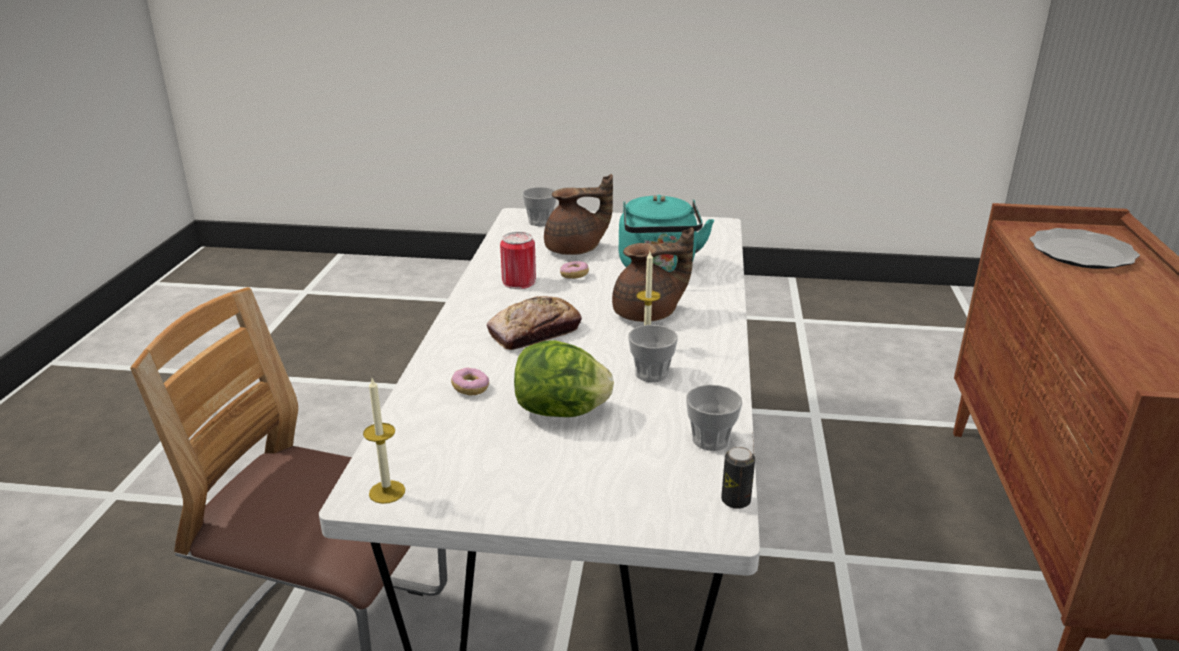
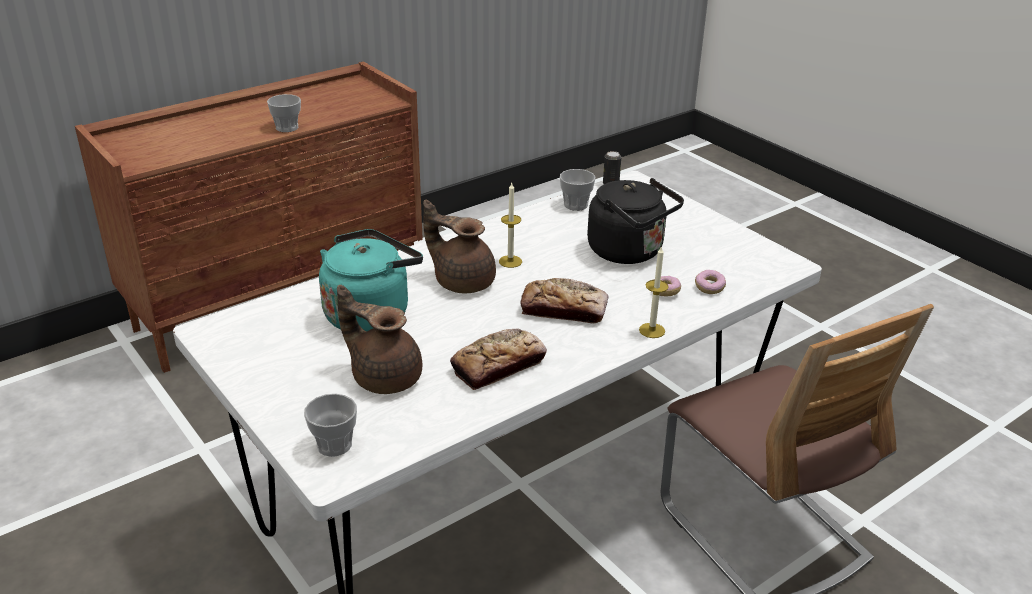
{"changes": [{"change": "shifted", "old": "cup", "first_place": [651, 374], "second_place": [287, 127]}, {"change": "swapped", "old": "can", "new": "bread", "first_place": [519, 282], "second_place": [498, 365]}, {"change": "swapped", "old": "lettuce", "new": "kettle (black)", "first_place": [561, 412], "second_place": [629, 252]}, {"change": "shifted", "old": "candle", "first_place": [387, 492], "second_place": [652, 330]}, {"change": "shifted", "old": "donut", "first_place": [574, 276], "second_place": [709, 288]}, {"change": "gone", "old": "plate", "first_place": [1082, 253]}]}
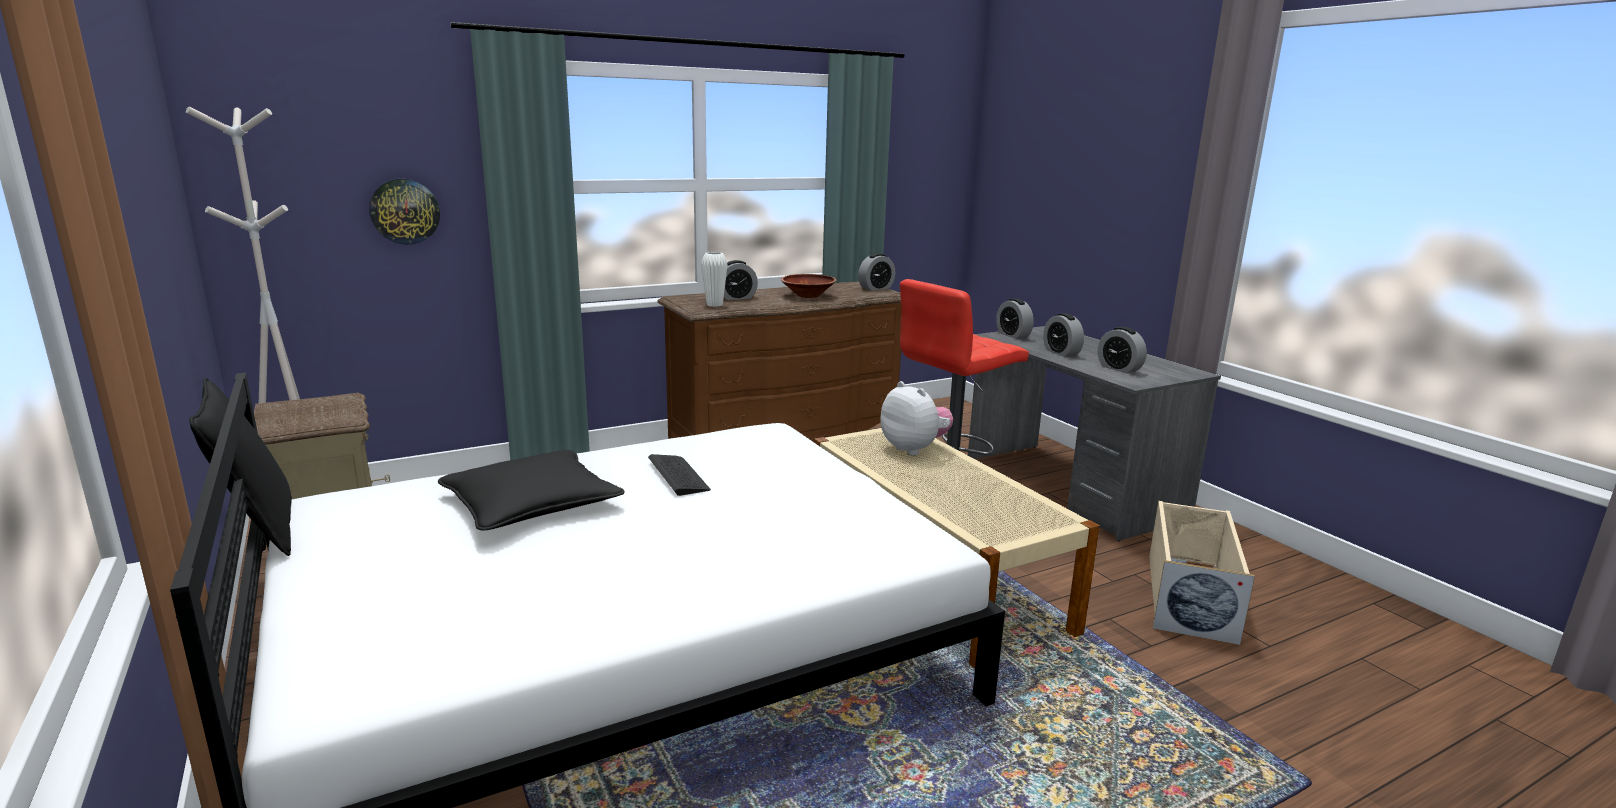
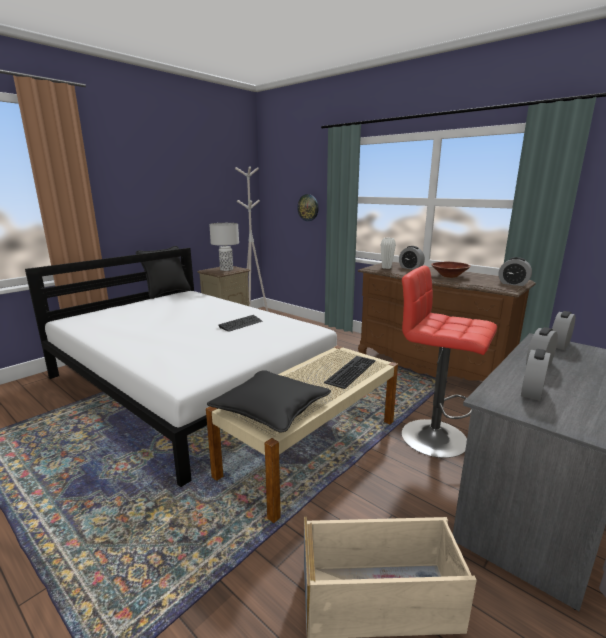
{"changes": [{"change": "shifted", "old": "pillow (black)", "first_place": [531, 502], "second_place": [271, 407]}, {"change": "new", "new": "table lamp (white)", "second_place": [226, 269]}, {"change": "swapped", "old": "plush toy", "new": "keyboard", "first_place": [914, 449], "second_place": [350, 370]}]}
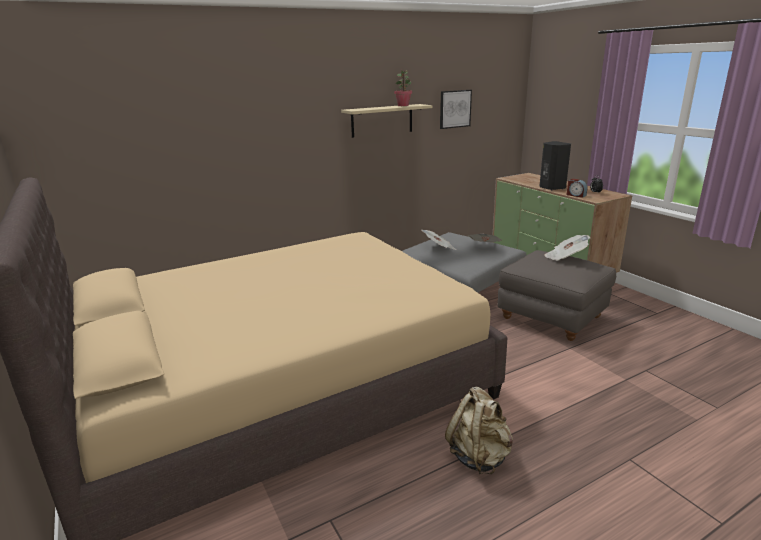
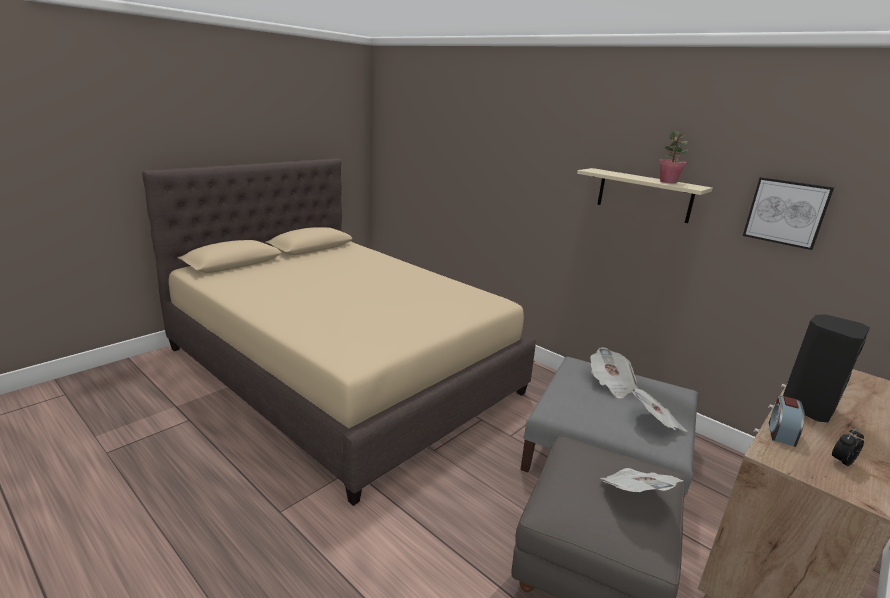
{"changes": [{"change": "gone", "old": "backpack (beige)", "first_place": [479, 456]}]}
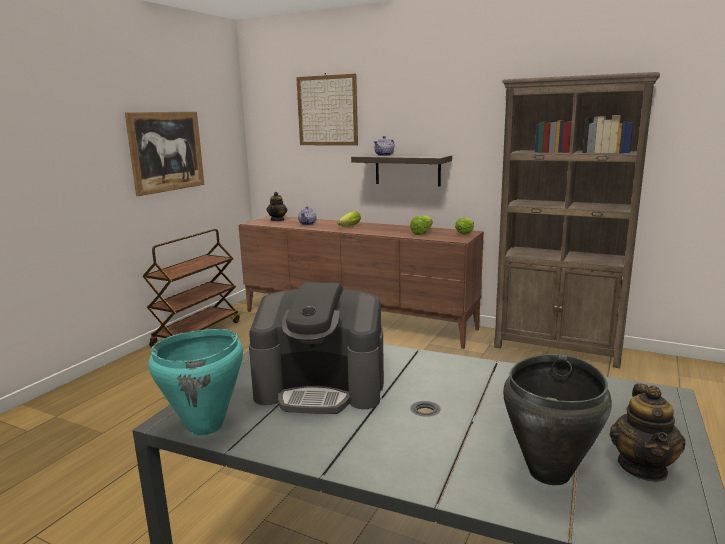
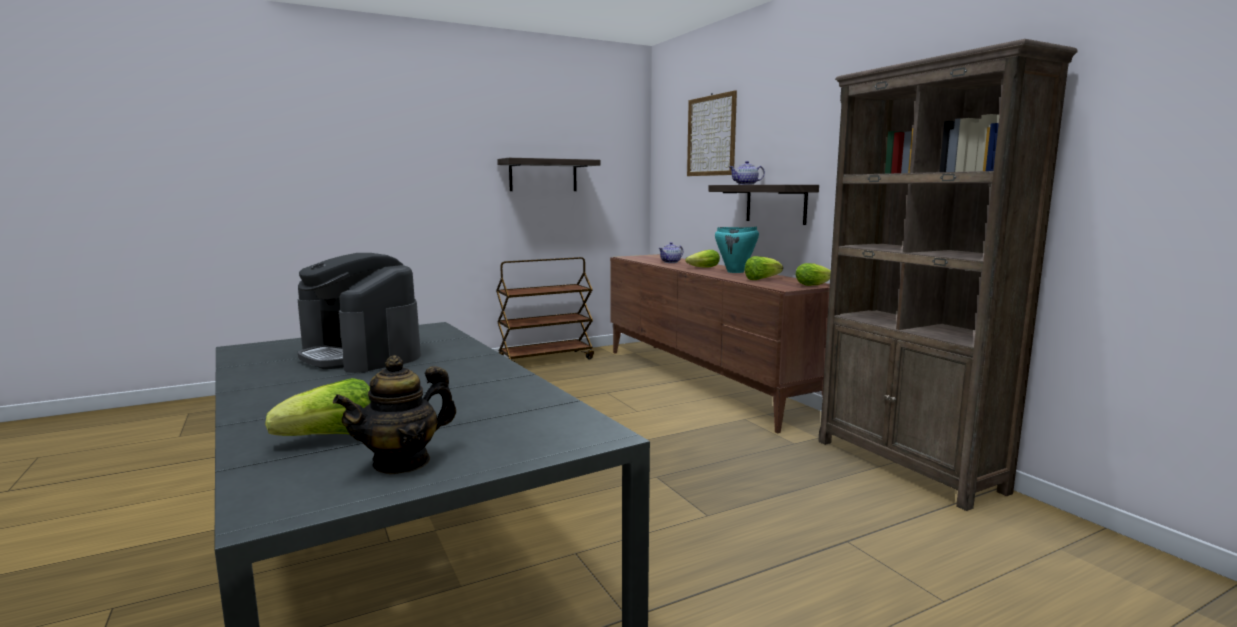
{"changes": [{"change": "swapped", "old": "cooking pot (black)", "new": "lettuce", "first_place": [550, 472], "second_place": [332, 438]}, {"change": "swapped", "old": "picture", "new": "shelf", "first_place": [166, 151], "second_place": [543, 175]}, {"change": "shifted", "old": "cooking pot (turquoise)", "first_place": [206, 426], "second_place": [735, 272]}, {"change": "gone", "old": "teapot", "first_place": [278, 220]}]}
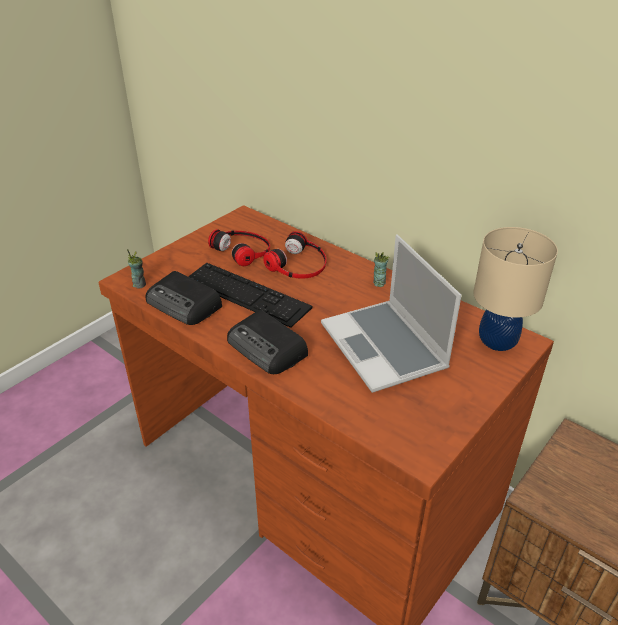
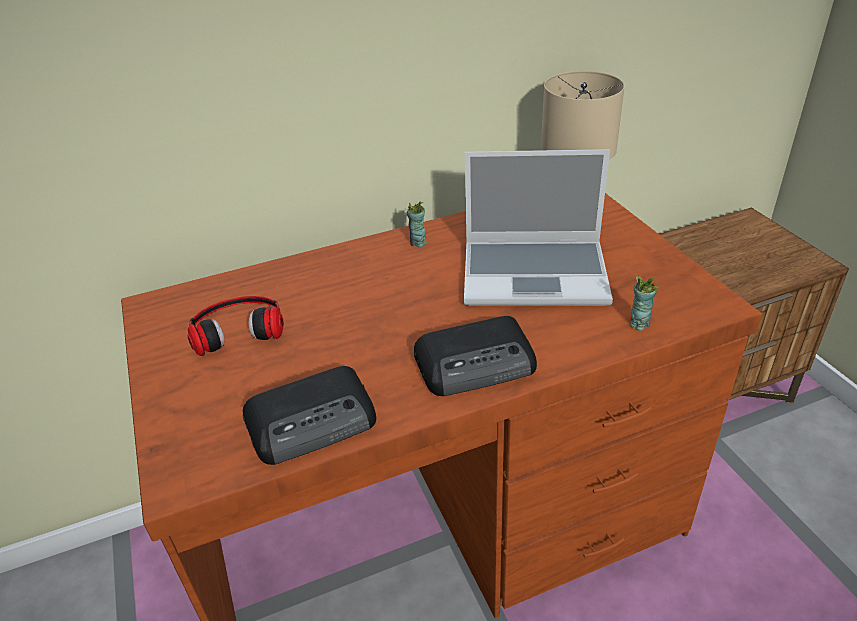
{"changes": [{"change": "shifted", "old": "cup", "first_place": [139, 284], "second_place": [639, 323]}, {"change": "gone", "old": "keyboard", "first_place": [246, 294]}, {"change": "gone", "old": "headphones", "first_place": [298, 264]}]}
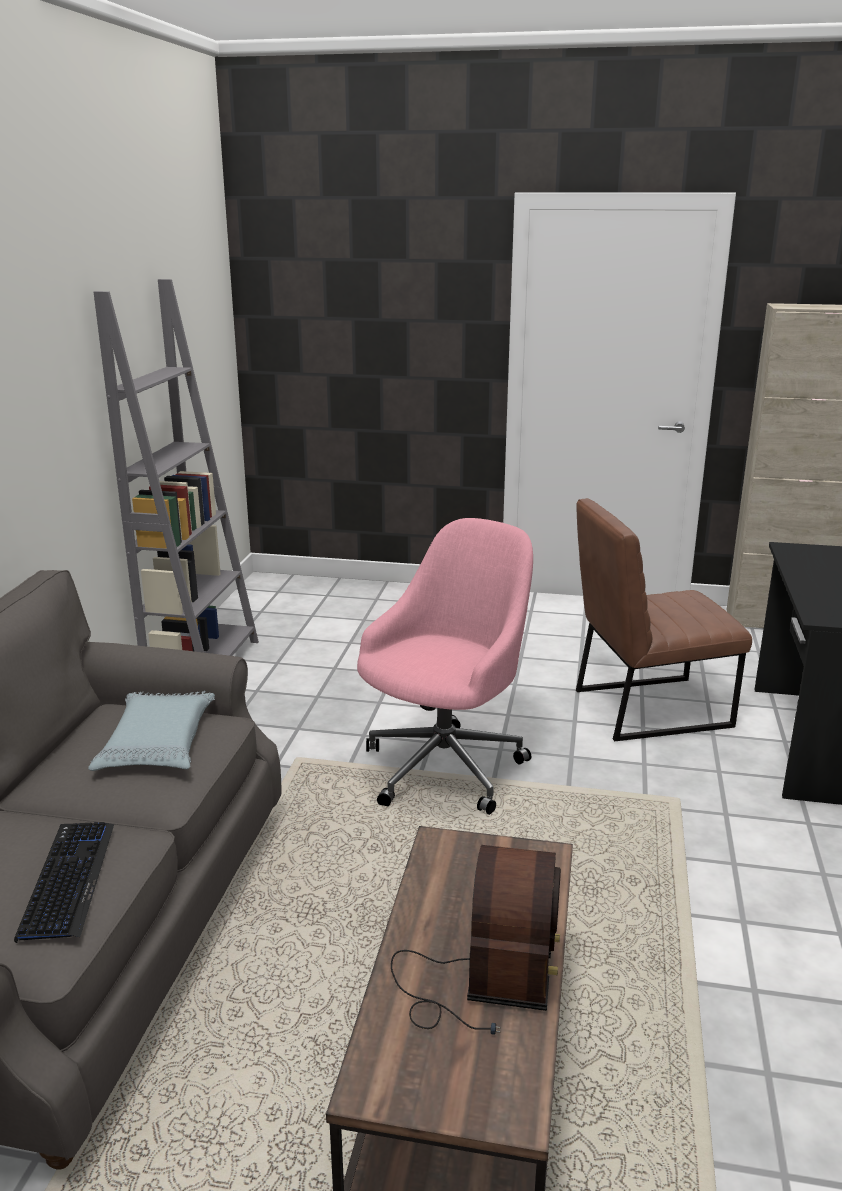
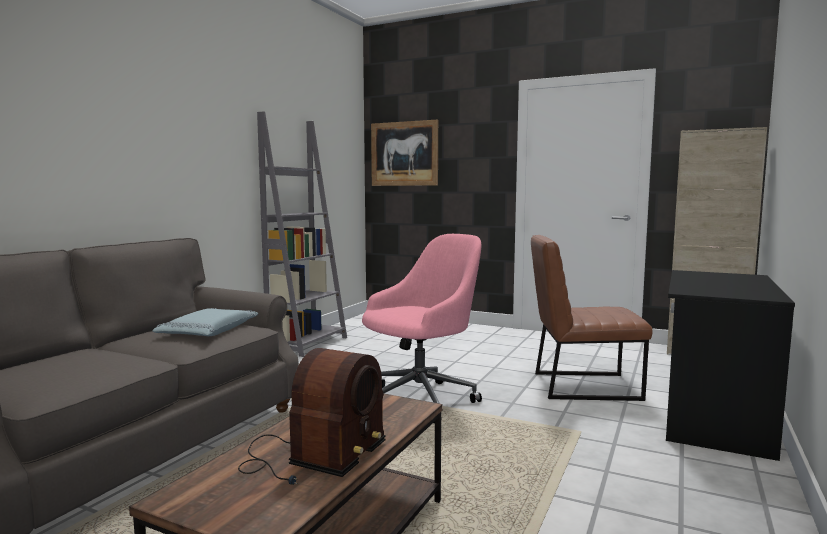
{"changes": [{"change": "new", "new": "picture", "second_place": [404, 154]}, {"change": "gone", "old": "keyboard", "first_place": [68, 880]}]}
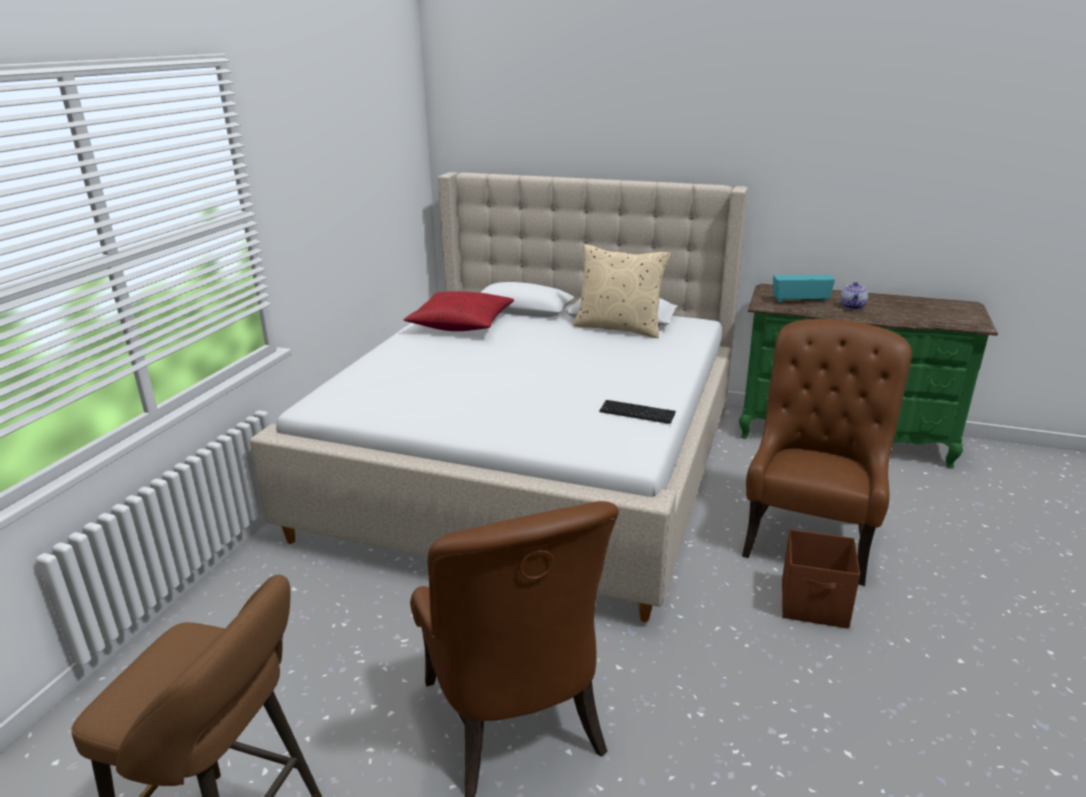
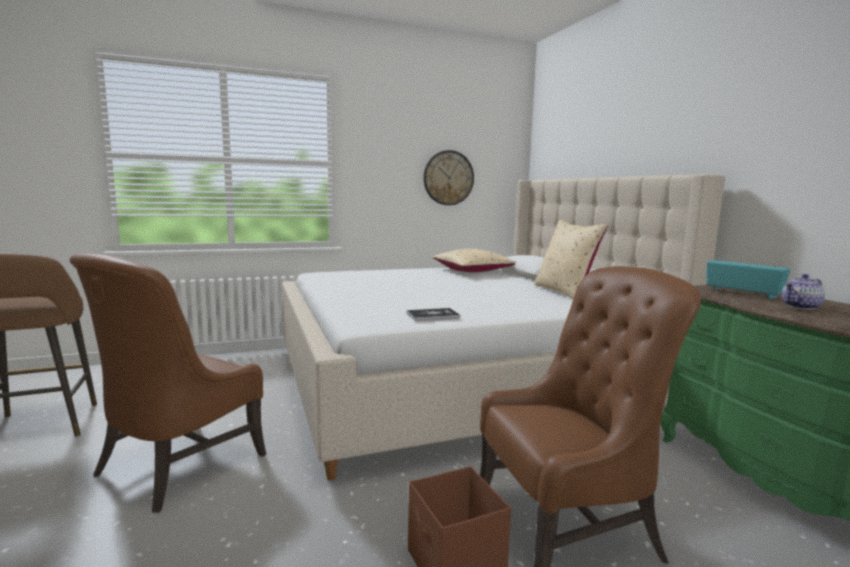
{"changes": [{"change": "swapped", "old": "keyboard", "new": "book", "first_place": [637, 413], "second_place": [433, 316]}, {"change": "new", "new": "wall clock", "second_place": [448, 178]}, {"change": "repainted", "old": "pillow (red)", "new": "pillow (beige)", "first_place": [461, 324], "second_place": [472, 271]}]}
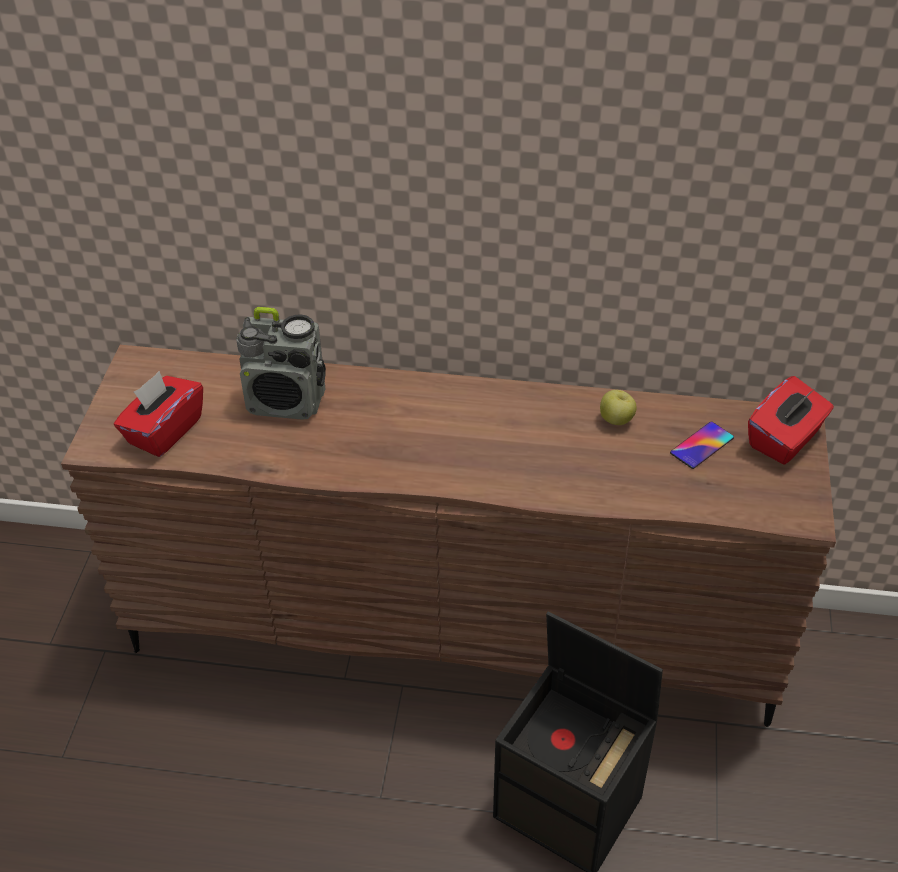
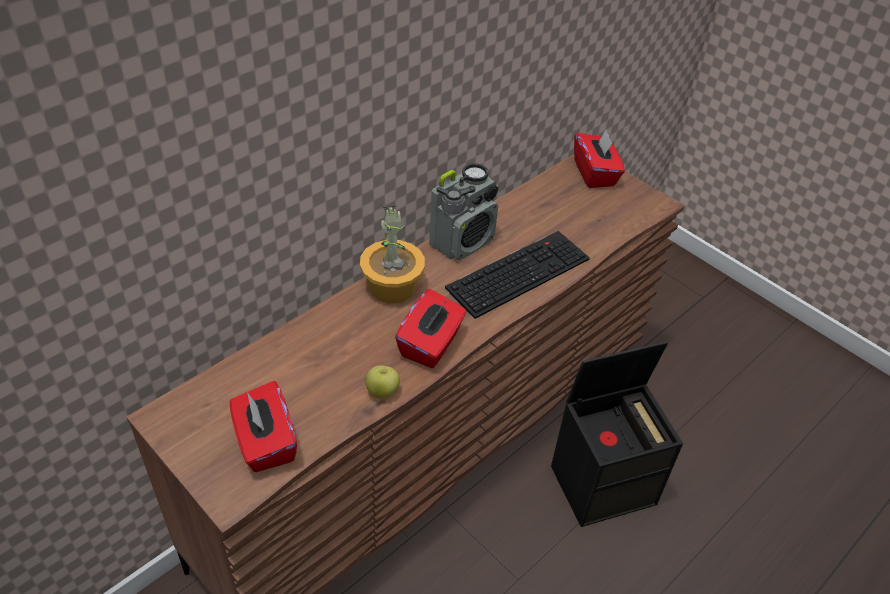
{"changes": [{"change": "new", "new": "potted plant", "second_place": [392, 287]}, {"change": "shifted", "old": "apple", "first_place": [616, 420], "second_place": [382, 391]}, {"change": "new", "new": "tissue box (red)", "second_place": [431, 344]}, {"change": "shifted", "old": "radio", "first_place": [287, 402], "second_place": [462, 242]}, {"change": "new", "new": "keyboard", "second_place": [518, 272]}, {"change": "gone", "old": "phone", "first_place": [702, 445]}]}
